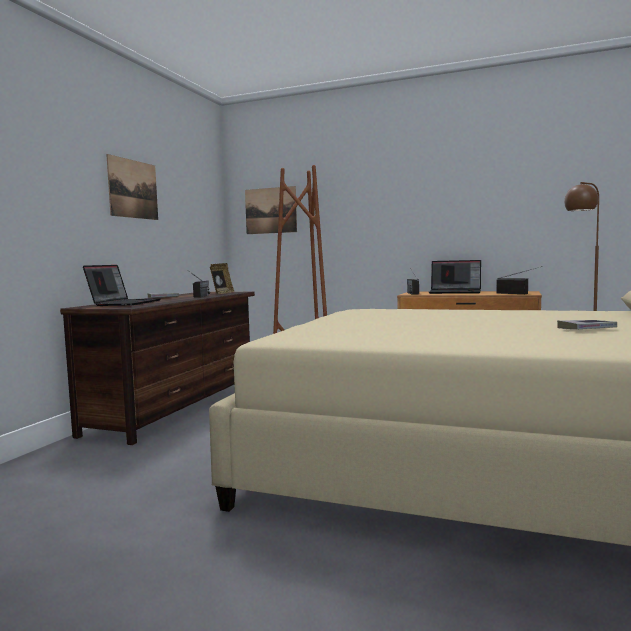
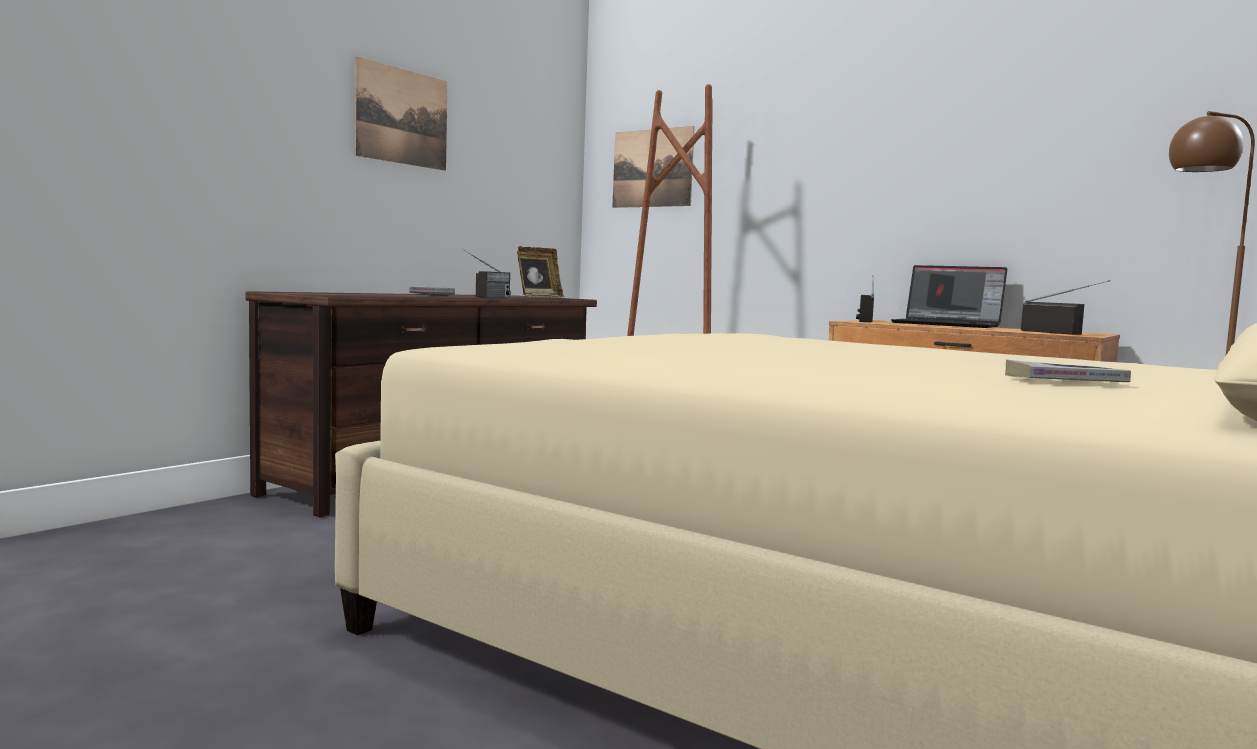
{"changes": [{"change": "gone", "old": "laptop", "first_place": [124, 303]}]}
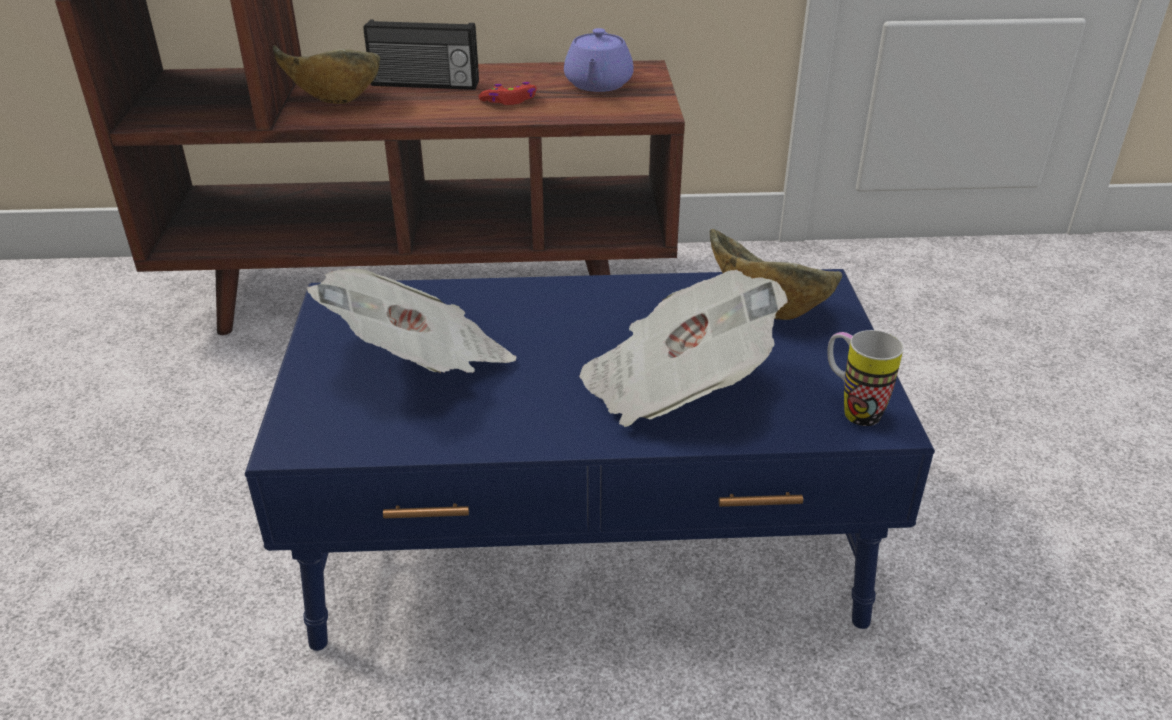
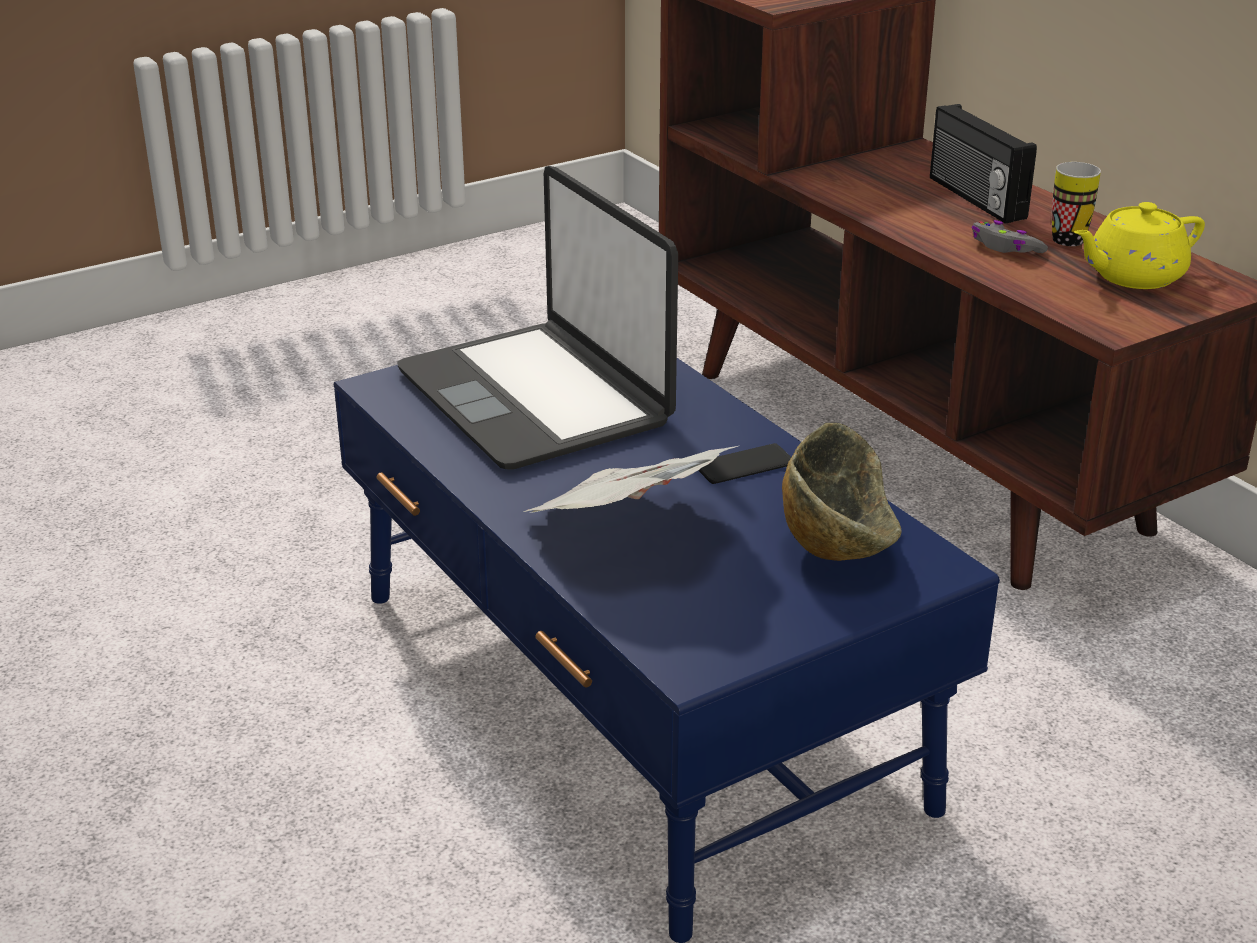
{"changes": [{"change": "swapped", "old": "newspaper", "new": "laptop", "first_place": [422, 363], "second_place": [536, 397]}, {"change": "new", "new": "phone", "second_place": [744, 465]}, {"change": "repainted", "old": "game controller (red)", "new": "game controller (grey)", "first_place": [510, 101], "second_place": [1005, 248]}, {"change": "shifted", "old": "mug", "first_place": [851, 409], "second_place": [1068, 236]}, {"change": "repainted", "old": "teapot (purple)", "new": "teapot (yellow)", "first_place": [598, 85], "second_place": [1132, 276]}, {"change": "gone", "old": "bowl", "first_place": [332, 101]}]}
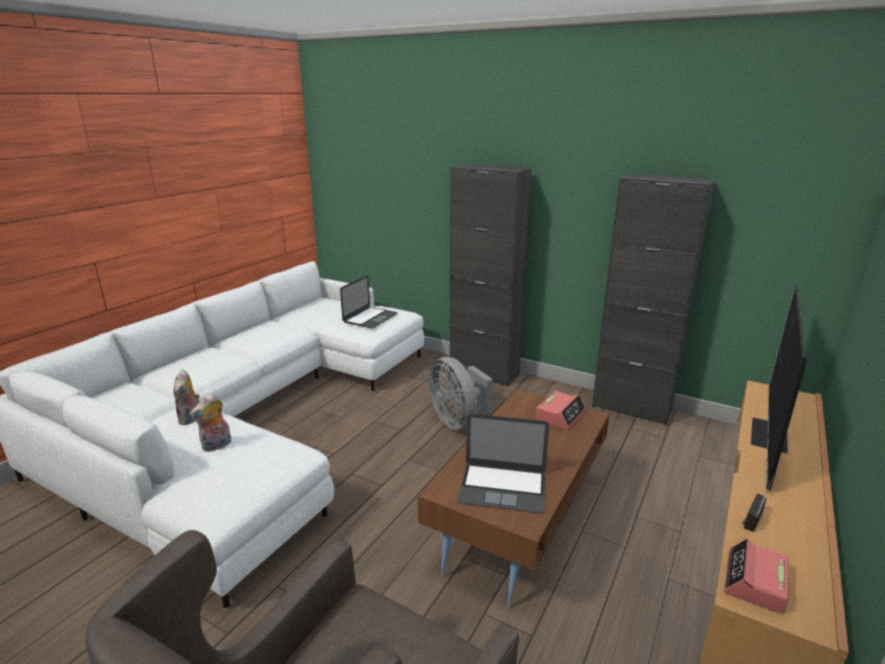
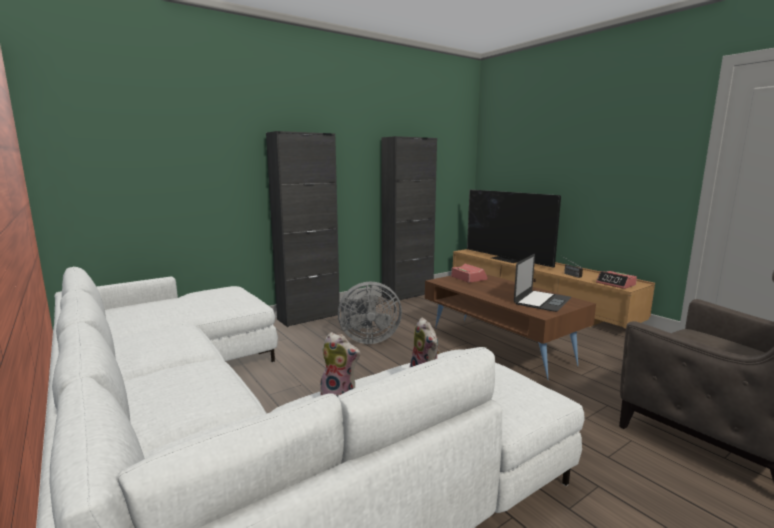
{"changes": [{"change": "gone", "old": "laptop", "first_place": [370, 318]}]}
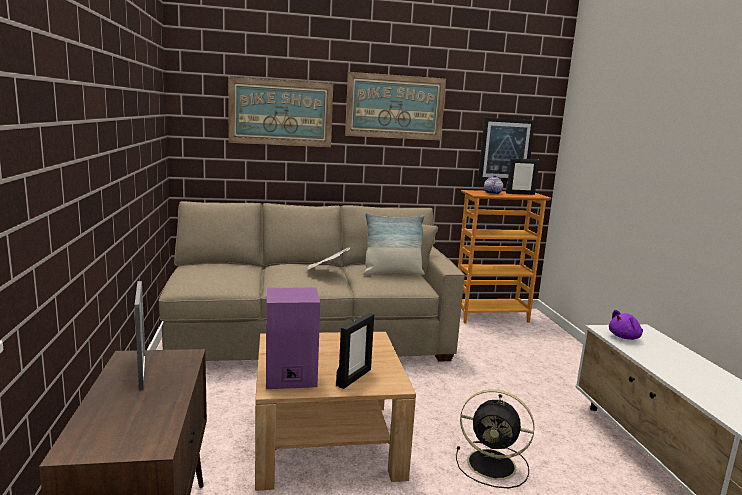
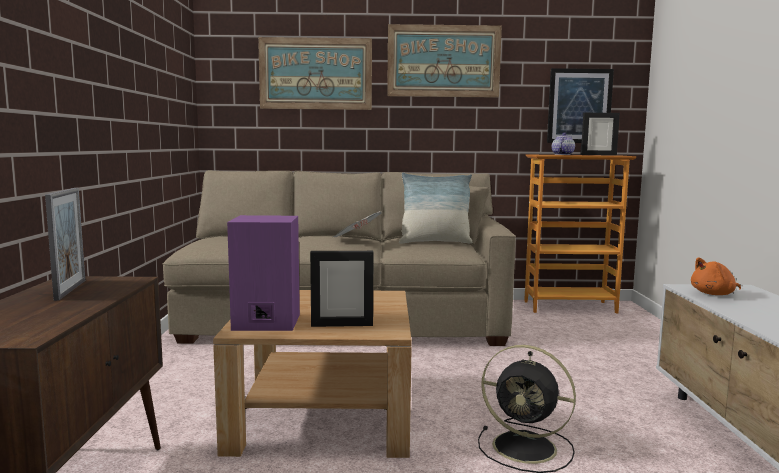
{"changes": [{"change": "rotated", "old": "picture frame", "first_place": [354, 377], "second_place": [342, 324], "degrees": 45}, {"change": "repainted", "old": "plush toy (purple)", "new": "plush toy (orange)", "first_place": [625, 337], "second_place": [714, 294]}]}
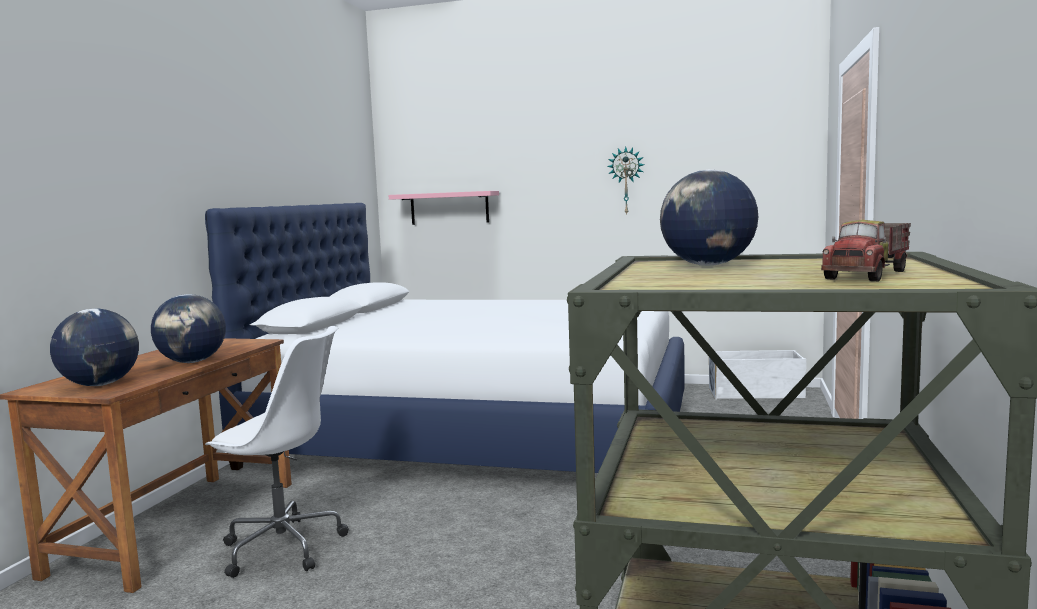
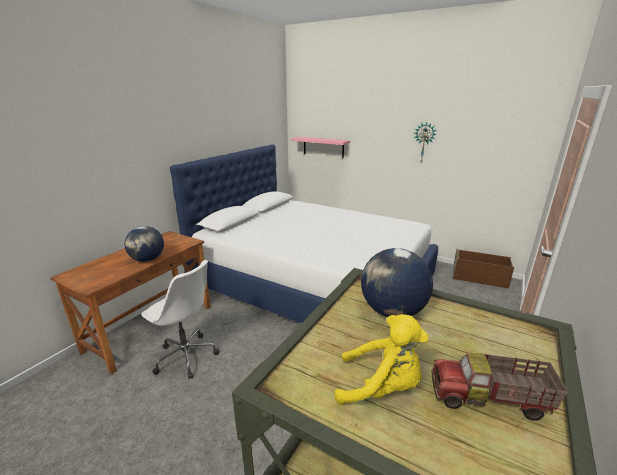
{"changes": [{"change": "new", "new": "plush toy (yellow)", "second_place": [381, 387]}, {"change": "rotated", "old": "toy truck", "first_place": [868, 275], "second_place": [489, 399], "degrees": 45}, {"change": "repainted", "old": "storage box (white)", "new": "storage box (brown)", "first_place": [756, 393], "second_place": [479, 278]}, {"change": "gone", "old": "globe", "first_place": [101, 385]}]}
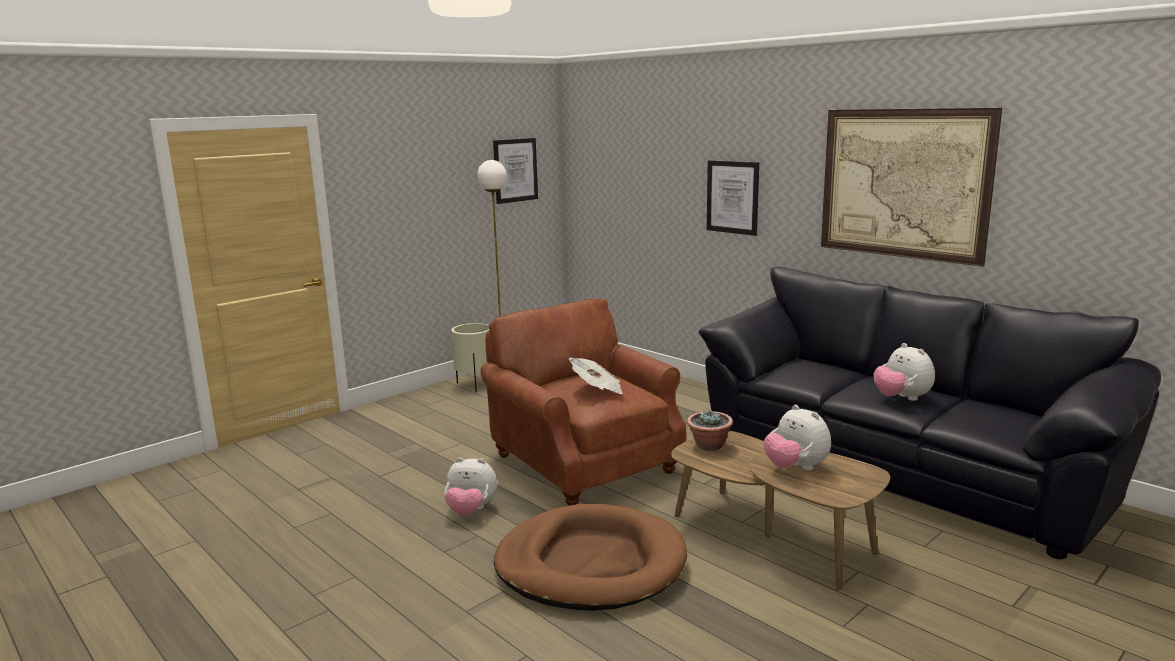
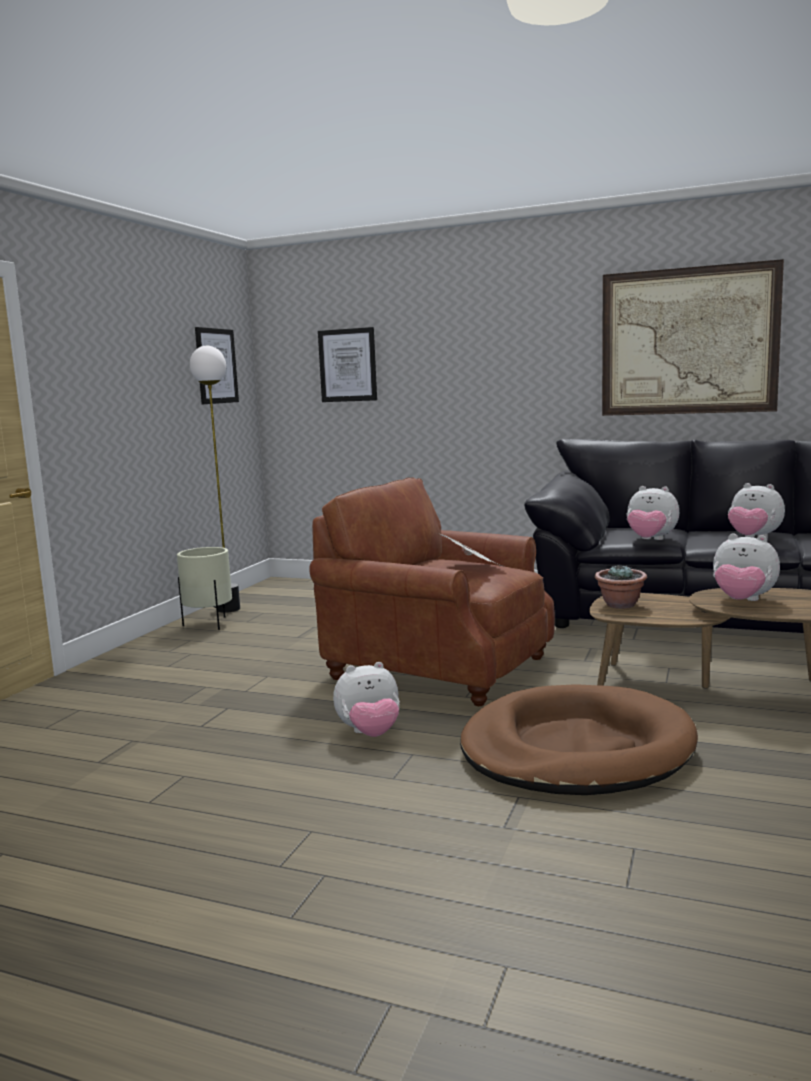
{"changes": [{"change": "shifted", "old": "picture", "first_place": [732, 197], "second_place": [347, 365]}, {"change": "new", "new": "plush toy", "second_place": [650, 540]}]}
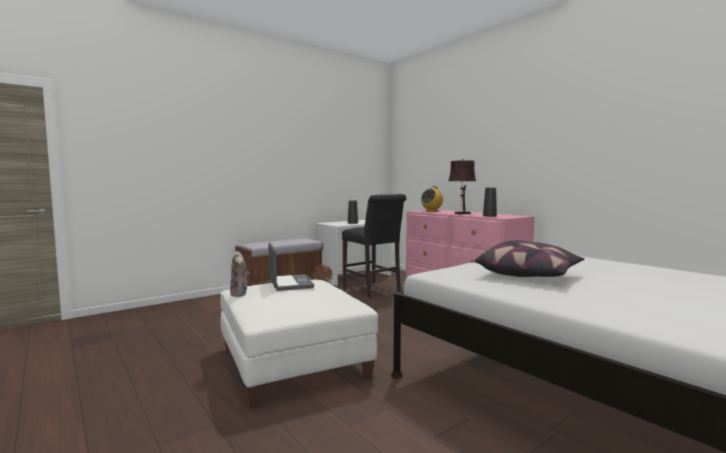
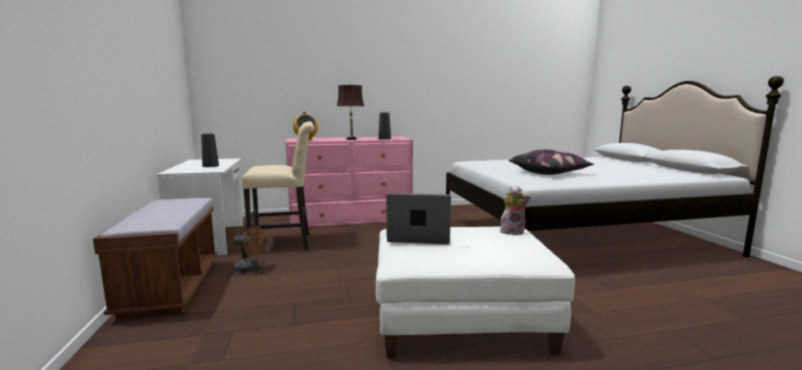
{"changes": [{"change": "repainted", "old": "stool (black)", "new": "stool (beige)", "first_place": [373, 291], "second_place": [285, 243]}, {"change": "shifted", "old": "plush toy", "first_place": [240, 294], "second_place": [512, 231]}]}
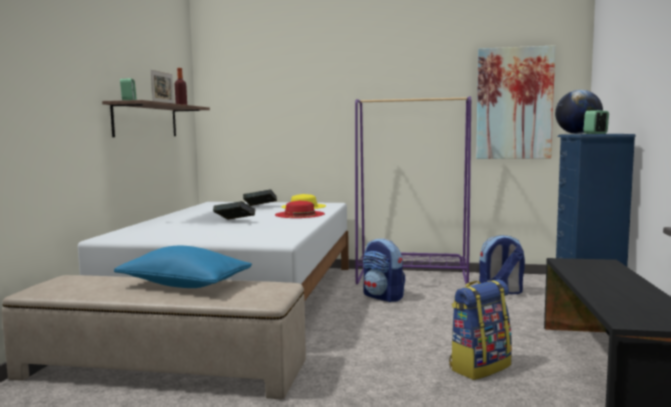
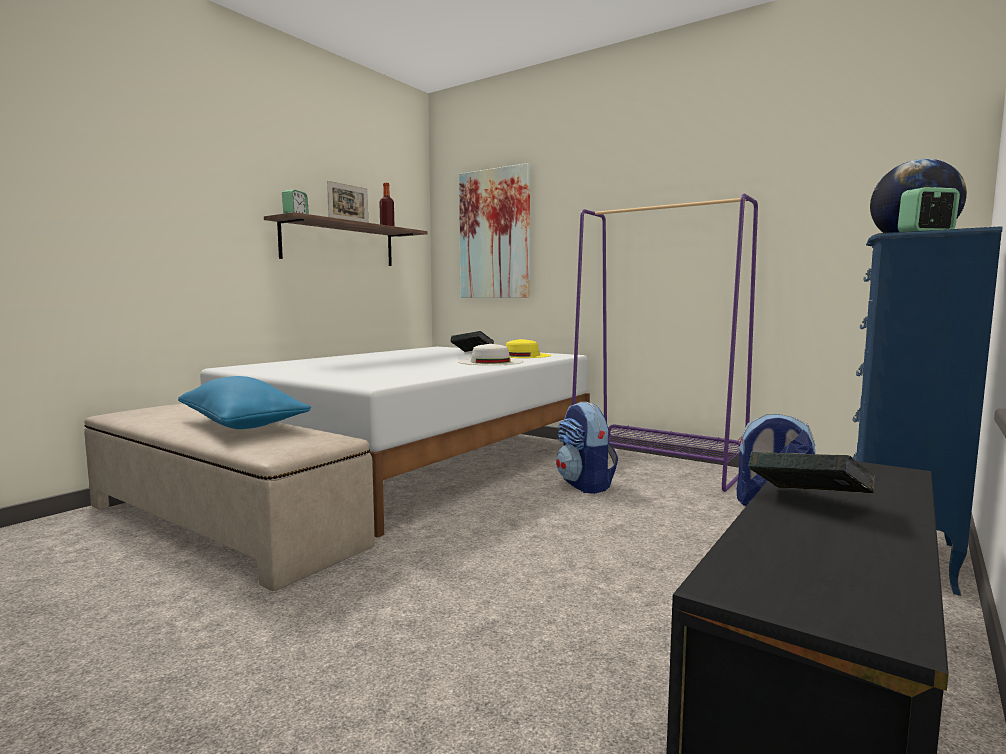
{"changes": [{"change": "repainted", "old": "hat (red)", "new": "hat (white)", "first_place": [299, 214], "second_place": [490, 362]}, {"change": "shifted", "old": "picture", "first_place": [514, 103], "second_place": [494, 234]}, {"change": "shifted", "old": "book", "first_place": [234, 221], "second_place": [807, 502]}, {"change": "gone", "old": "backpack", "first_place": [479, 366]}]}
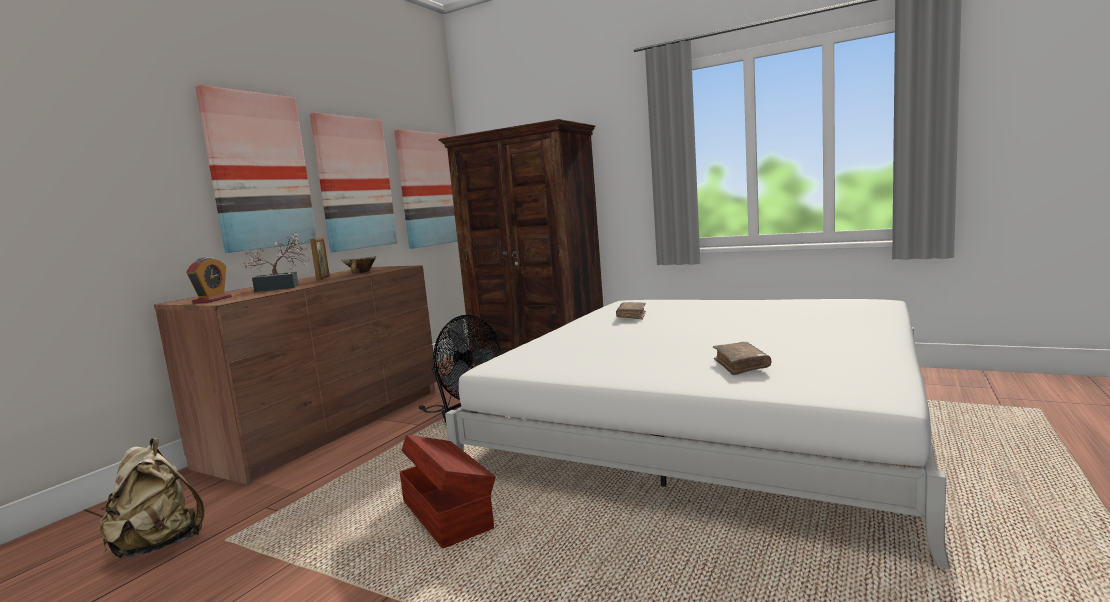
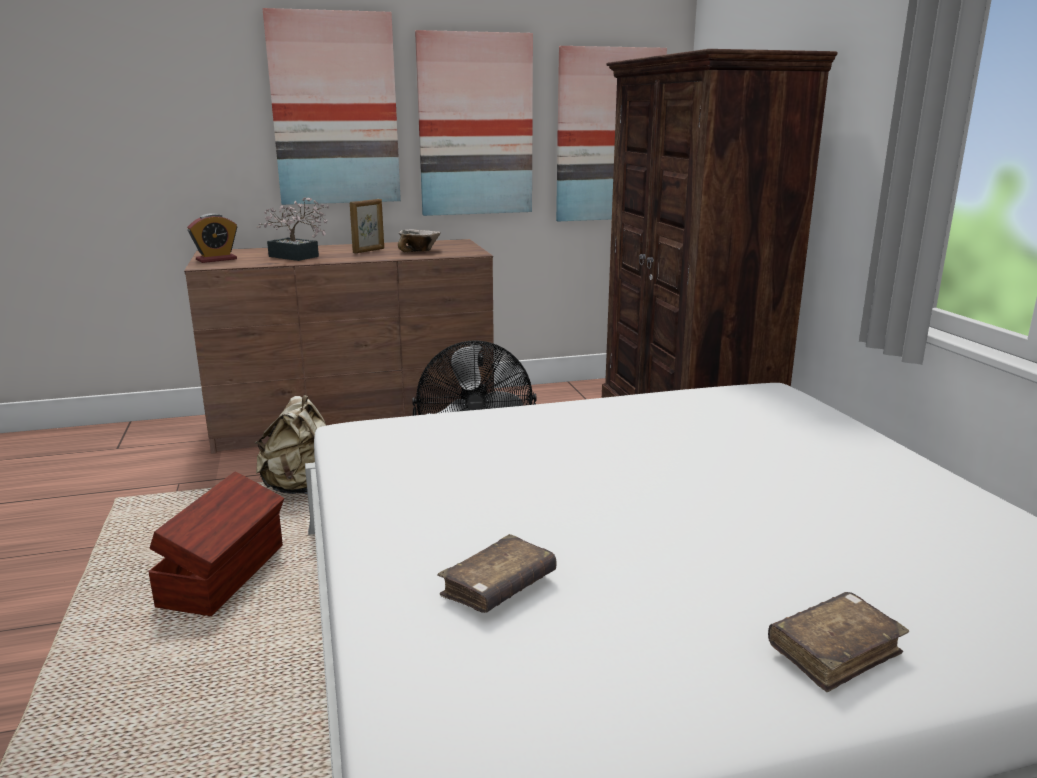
{"changes": [{"change": "shifted", "old": "backpack (beige)", "first_place": [158, 545], "second_place": [302, 489]}, {"change": "shifted", "old": "book (brown)", "first_place": [631, 316], "second_place": [834, 651]}]}
